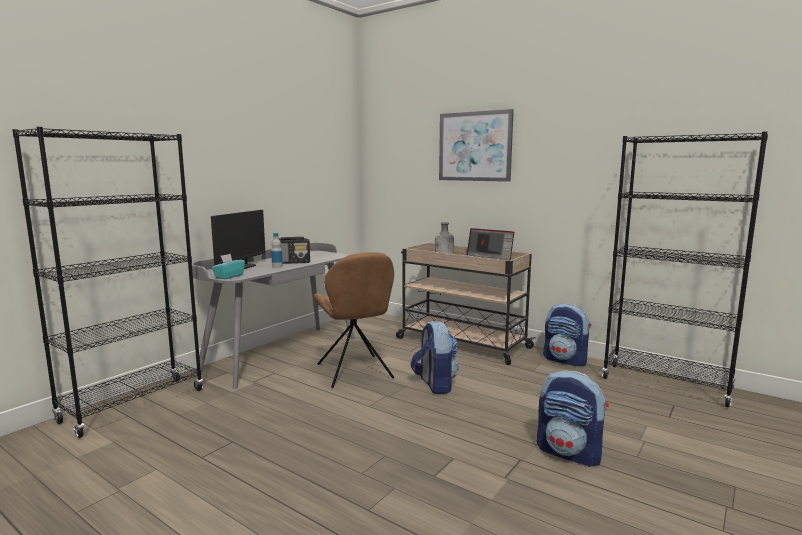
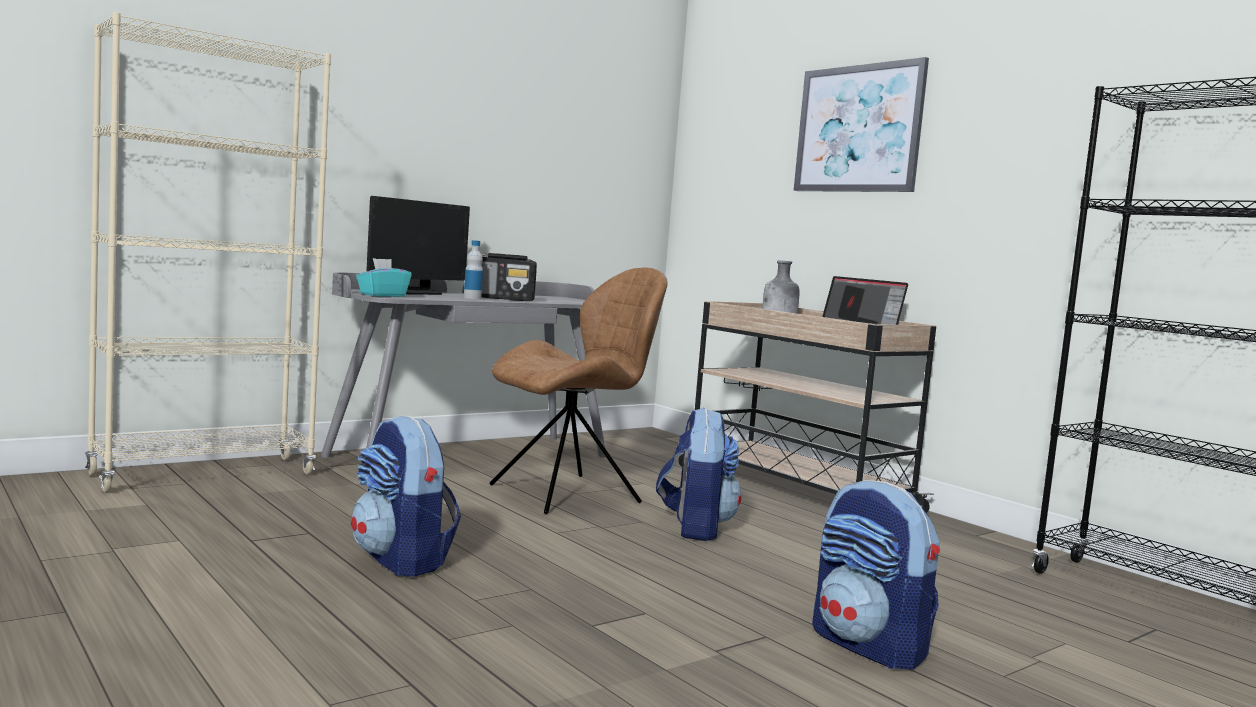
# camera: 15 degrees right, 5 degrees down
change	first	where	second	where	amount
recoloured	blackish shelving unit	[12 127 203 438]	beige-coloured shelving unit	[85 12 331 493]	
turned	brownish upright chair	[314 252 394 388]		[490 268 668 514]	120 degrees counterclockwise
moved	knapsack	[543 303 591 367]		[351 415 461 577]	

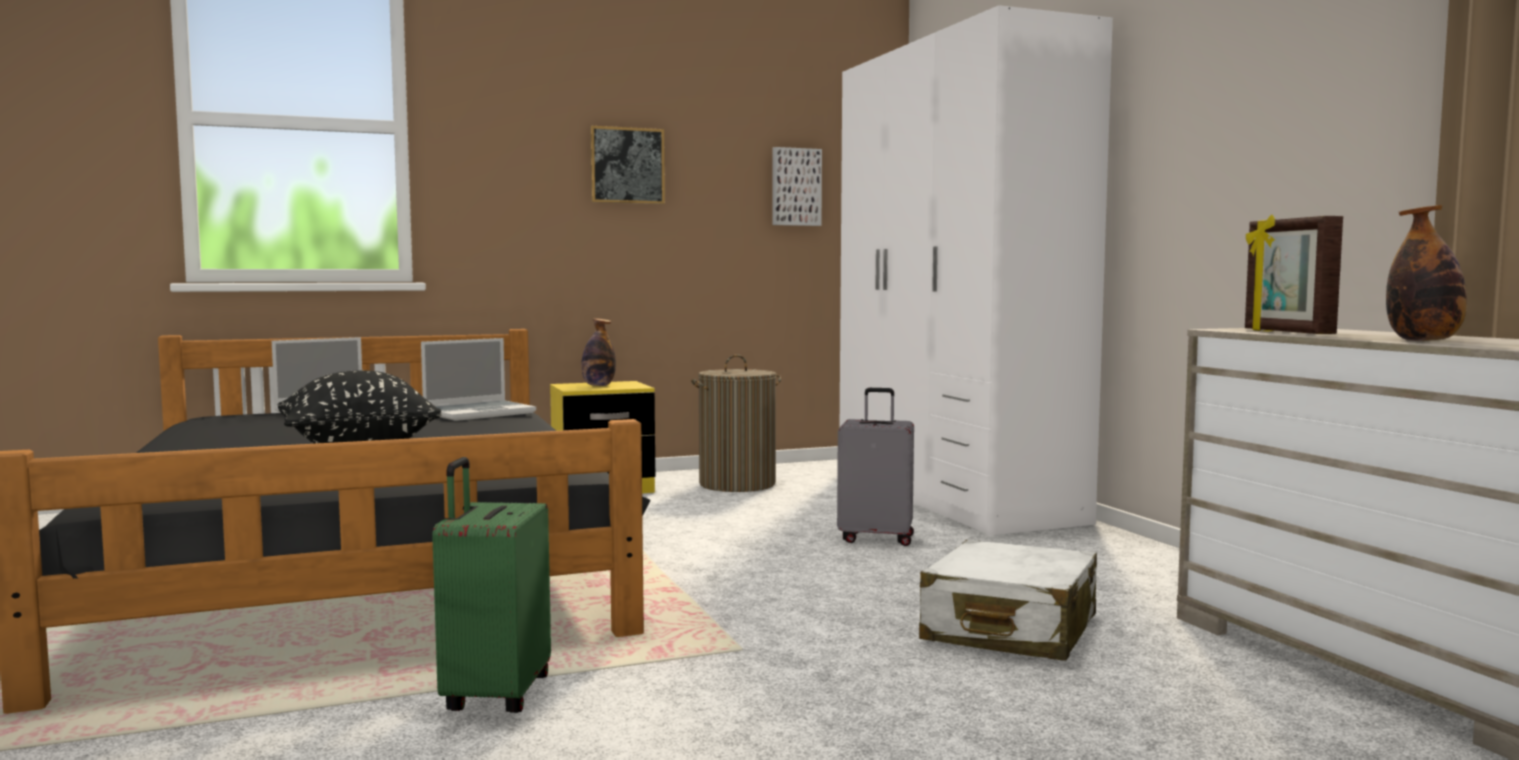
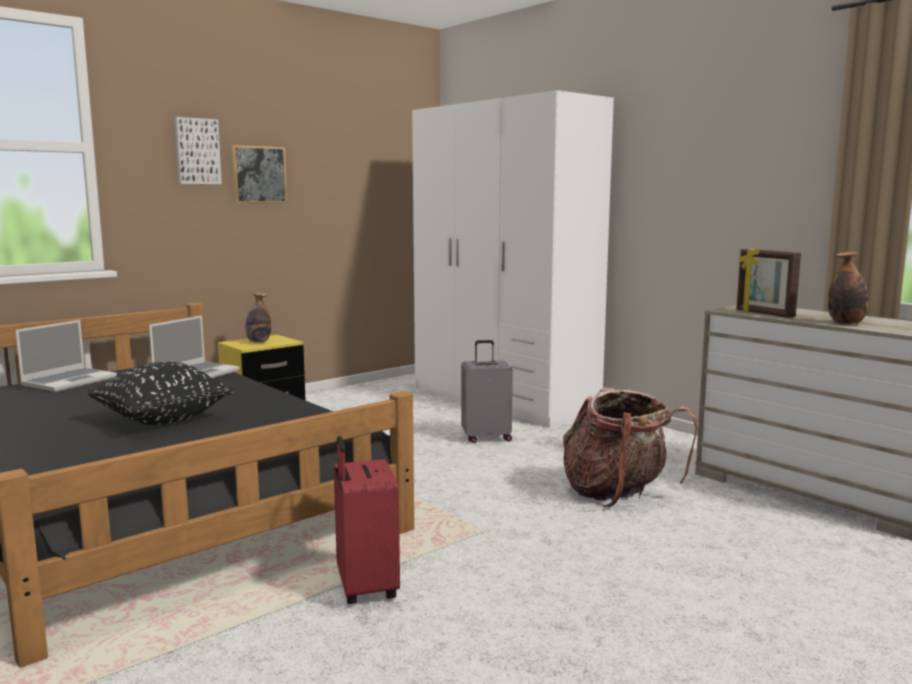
# camera: 20 degrees left, 5 degrees up
change	first	where	second	where	amount
moved	picture	[772 147 822 226]		[174 117 222 184]	
removed	hamper	[691 354 781 492]			
recoloured	green-coloured piece of luggage	[432 457 551 713]	reddish piece of luggage	[334 436 400 604]	
replaced	white-coloured piece of luggage	[919 539 1097 661]	knapsack	[563 387 698 507]	

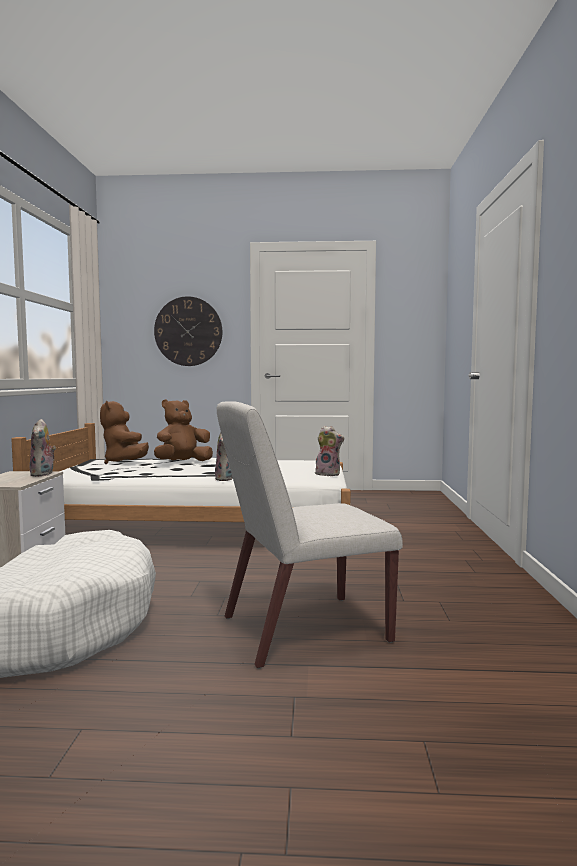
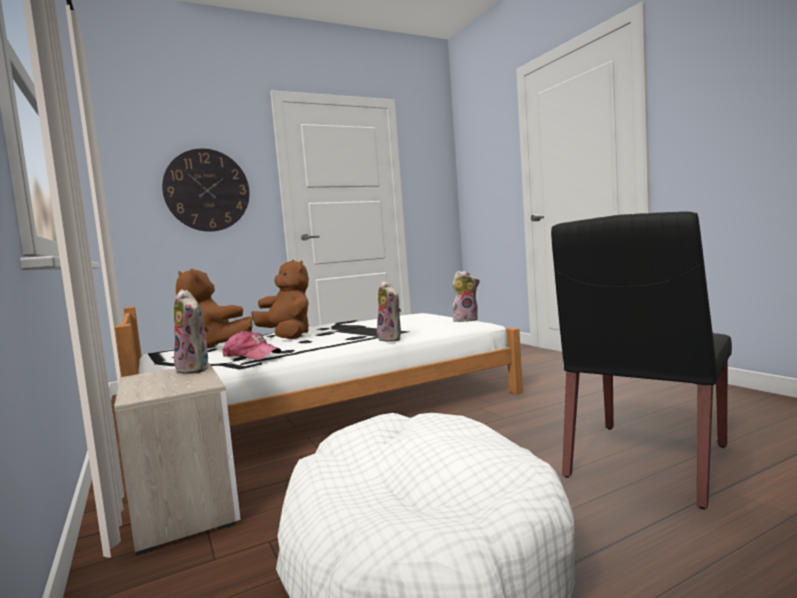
# camera: 30 degrees left, 0 degrees up
change	first	where	second	where	amount
turned	brownish cuddly toy	[154 399 213 461]		[251 260 309 339]	120 degrees clockwise
recoloured	white-coloured upright chair	[217 401 403 669]	blackish upright chair	[551 211 732 509]	
added			baseball cap	[222 331 281 360]	

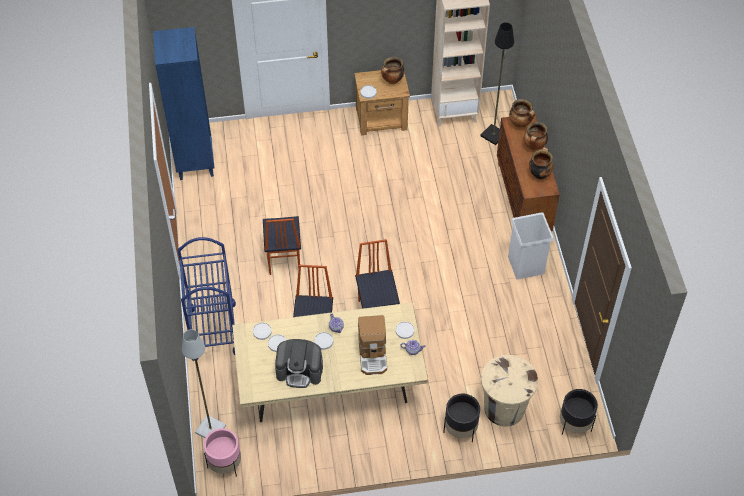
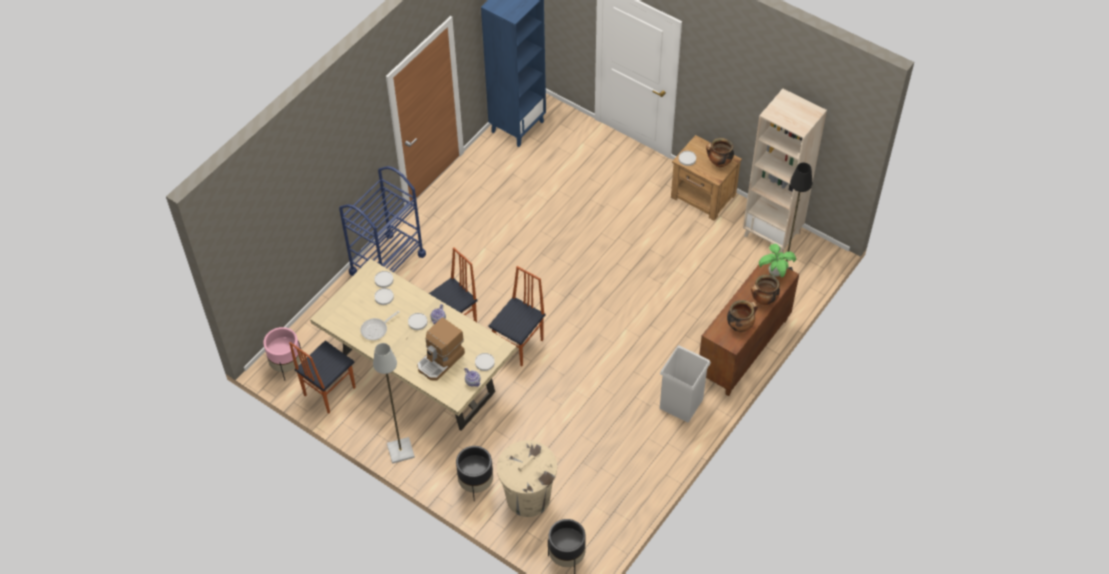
# camera: 45 degrees right, 0 degrees up
change	first	where	second	where	amount
replaced	cooking pot	[509 99 535 128]	plant in a pot	[759 244 796 277]	
moved	upright chair	[263 216 301 275]		[289 340 356 414]	
moved	grey standard lamp	[182 329 226 438]		[373 343 415 464]	
replaced	coffee maker	[275 339 323 388]	pan	[360 311 399 340]	

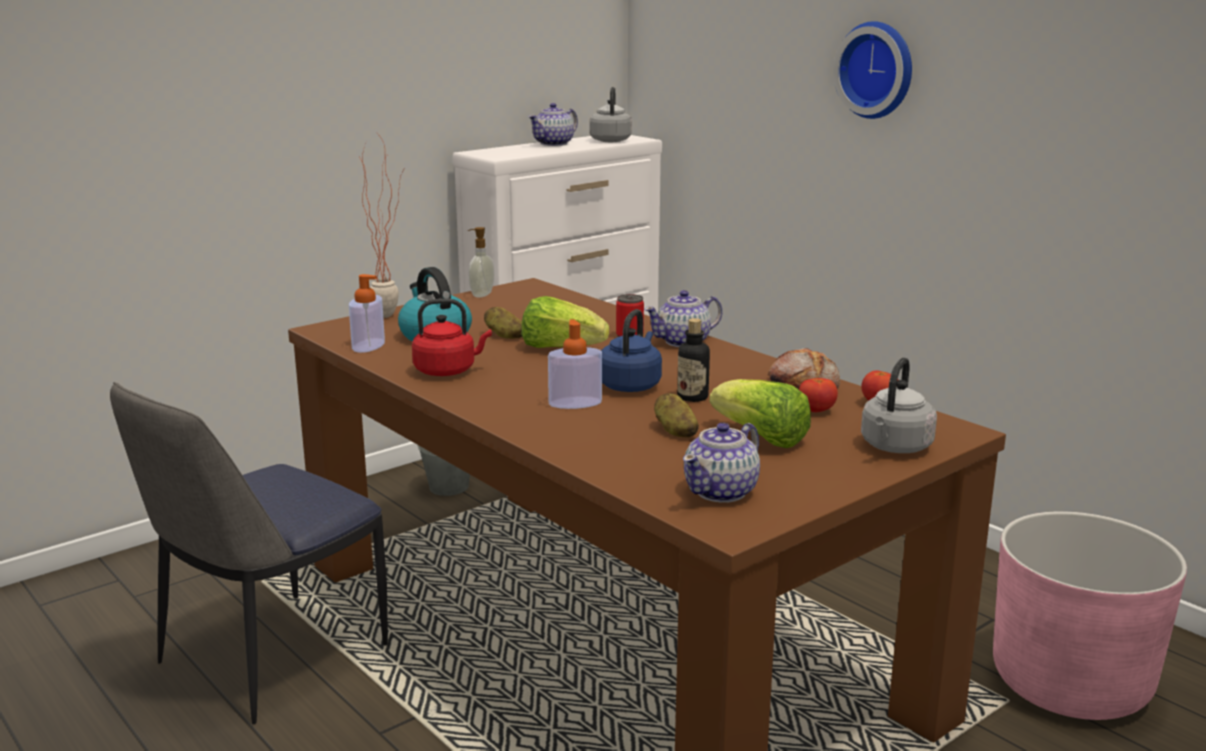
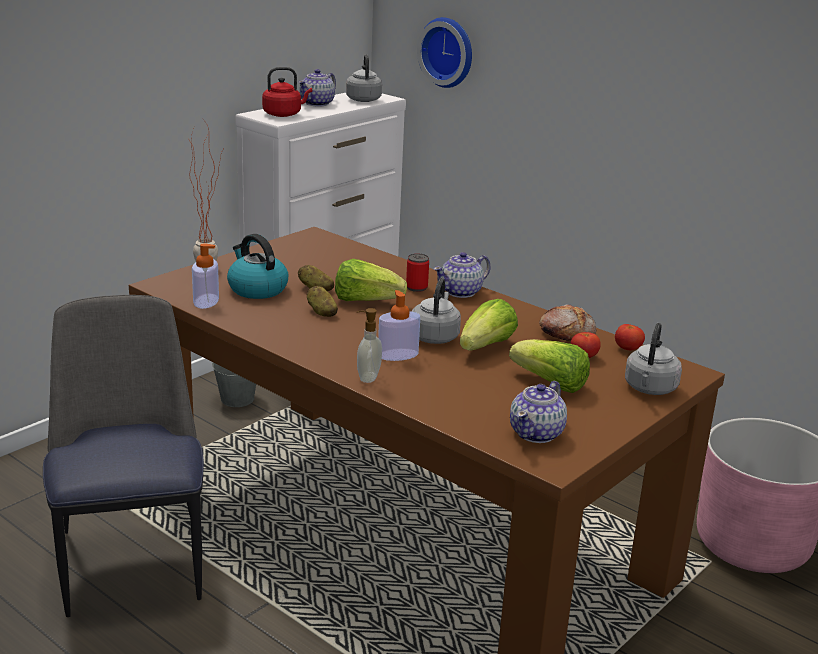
# camera: 10 degrees left, 5 degrees up
change	first	where	second	where	amount
moved	hanging clock	[833 21 912 119]		[417 17 472 88]	
moved	soap bottle	[468 227 494 298]		[357 308 382 383]	
moved	reddish water kettle	[412 299 492 376]		[262 67 312 117]	
recoloured	blue water kettle	[601 309 662 392]	grey water kettle	[412 278 461 344]	
replaced	drink bottle	[677 318 710 402]	head of lettuce	[460 299 518 351]	
turned	upright chair	[110 382 388 724]		[43 295 204 617]	135 degrees clockwise
moved	potato	[654 393 699 438]		[307 286 338 317]	

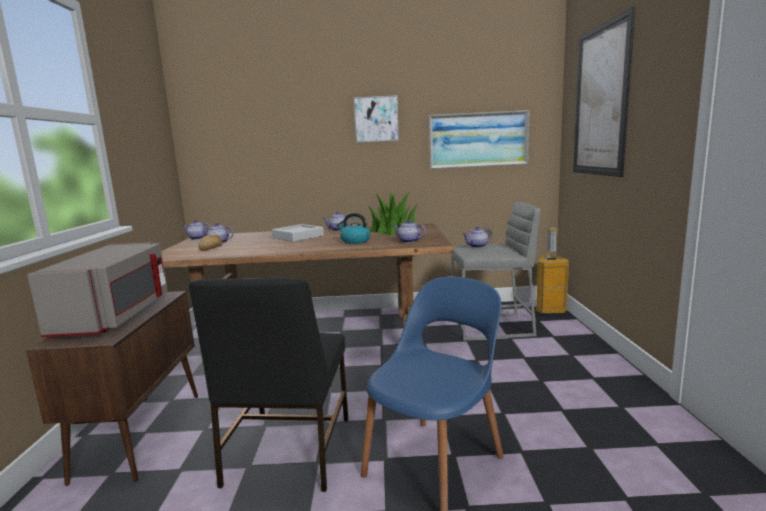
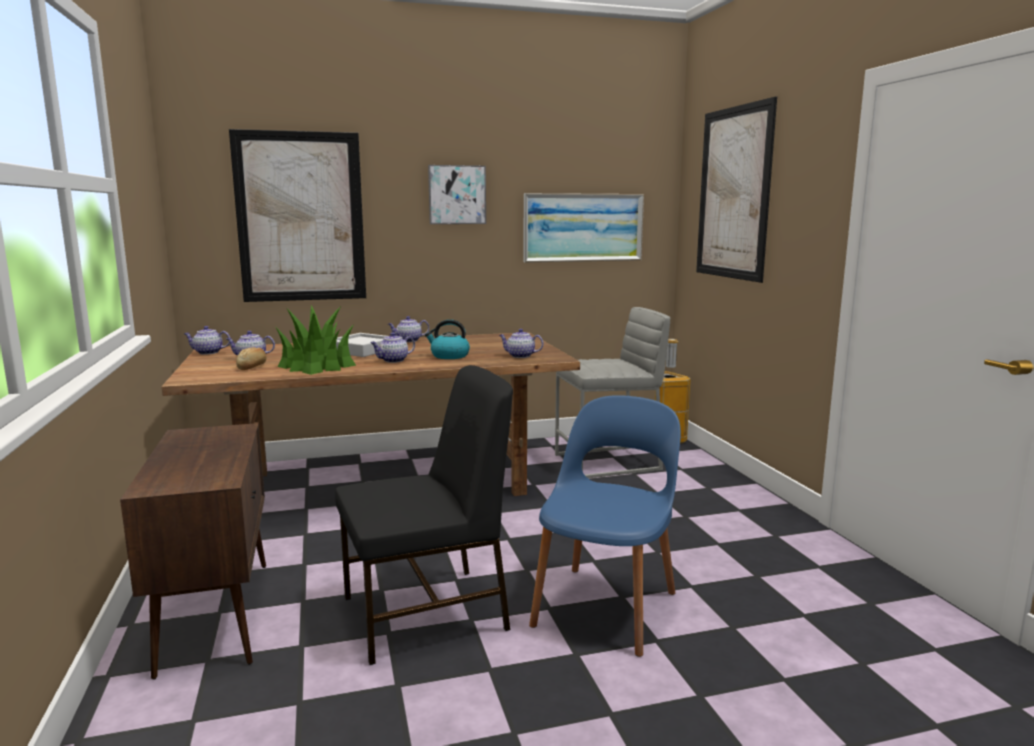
# camera: 15 degrees left, 0 degrees up
change	first	where	second	where	amount
moved	plant in a pot	[369 192 417 236]		[276 305 356 375]	
moved	pot for tea	[463 226 492 248]		[370 333 415 363]	
removed	grey microwave	[27 242 168 337]			
turned	blackish upright chair	[189 278 348 492]		[335 365 513 665]	105 degrees counterclockwise
added			picture	[229 129 366 302]	

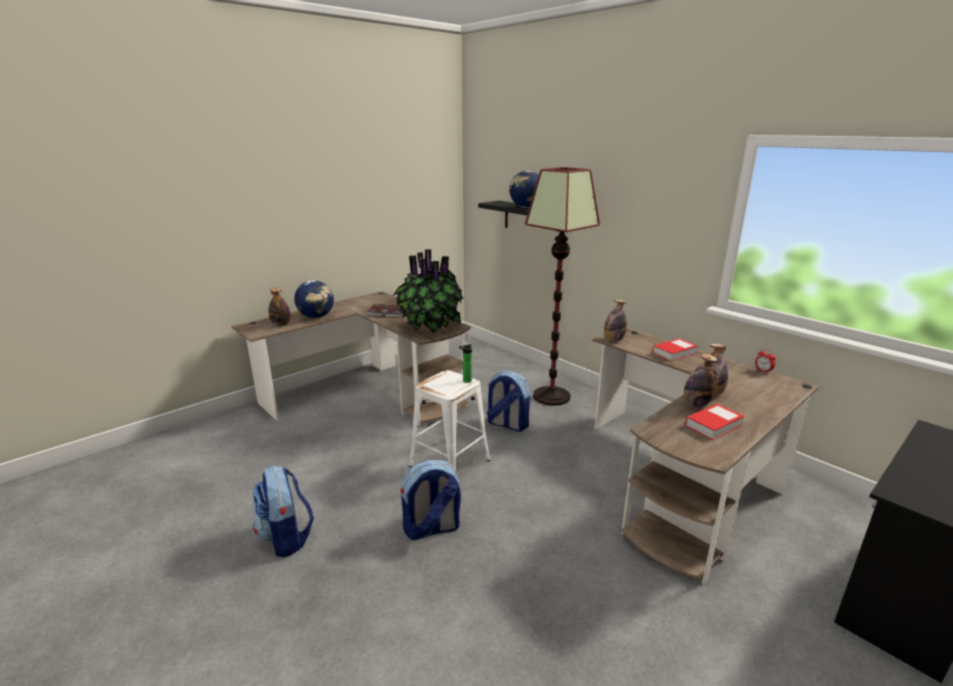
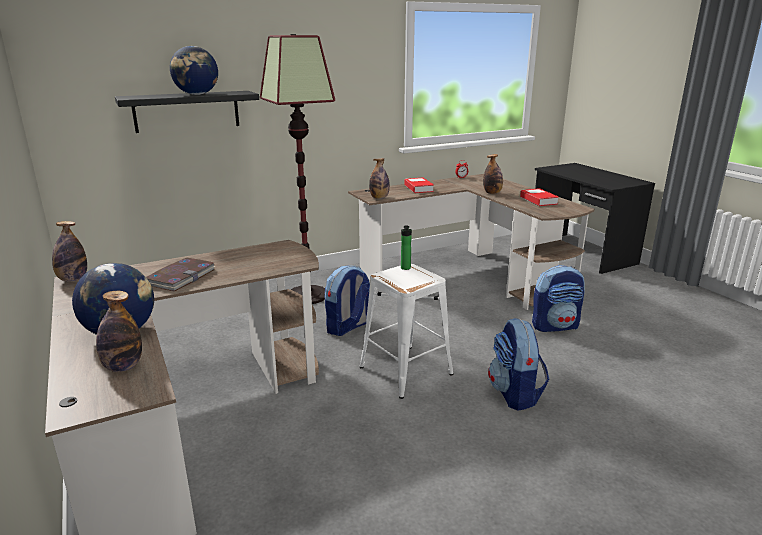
# camera: 75 degrees left, 0 degrees up
change	first	where	second	where	amount
removed	plant in a pot	[393 249 464 333]			
moved	drink bottle	[684 354 717 408]		[52 221 87 282]	
moved	knapsack	[253 465 314 558]		[532 265 585 332]	

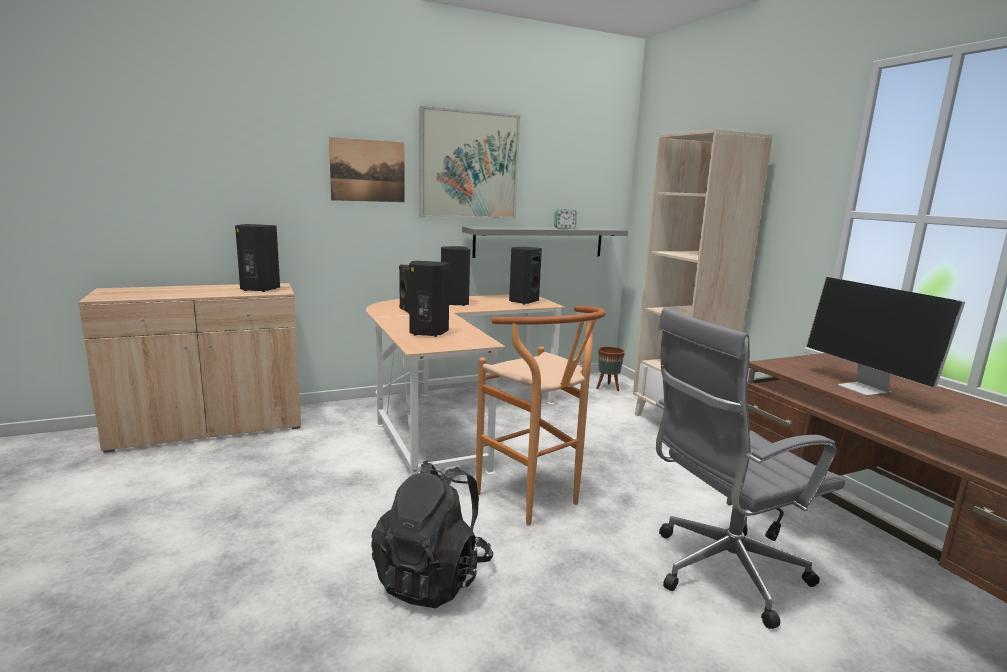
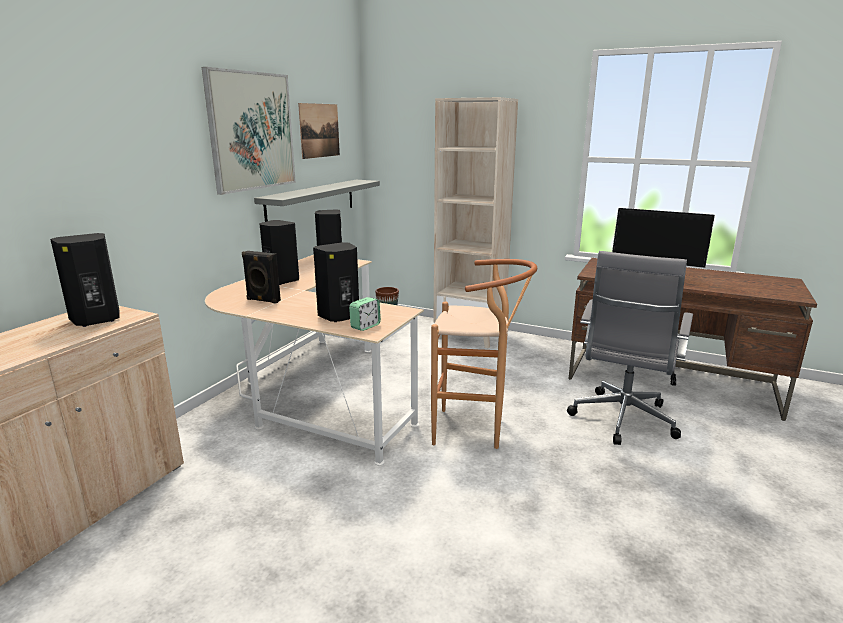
# camera: 40 degrees left, 5 degrees up
change	first	where	second	where	amount
moved	picture	[329 137 405 202]		[298 103 340 159]	
moved	bedside clock	[554 209 577 229]		[349 297 381 331]	
removed	blackish knapsack	[371 460 493 608]			

